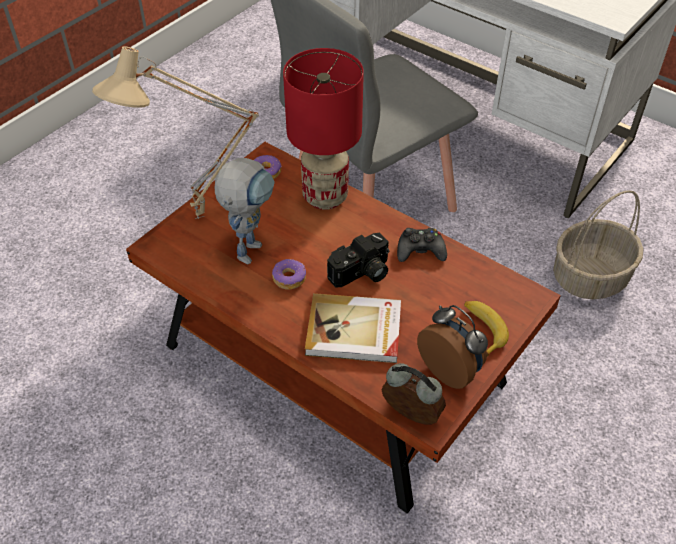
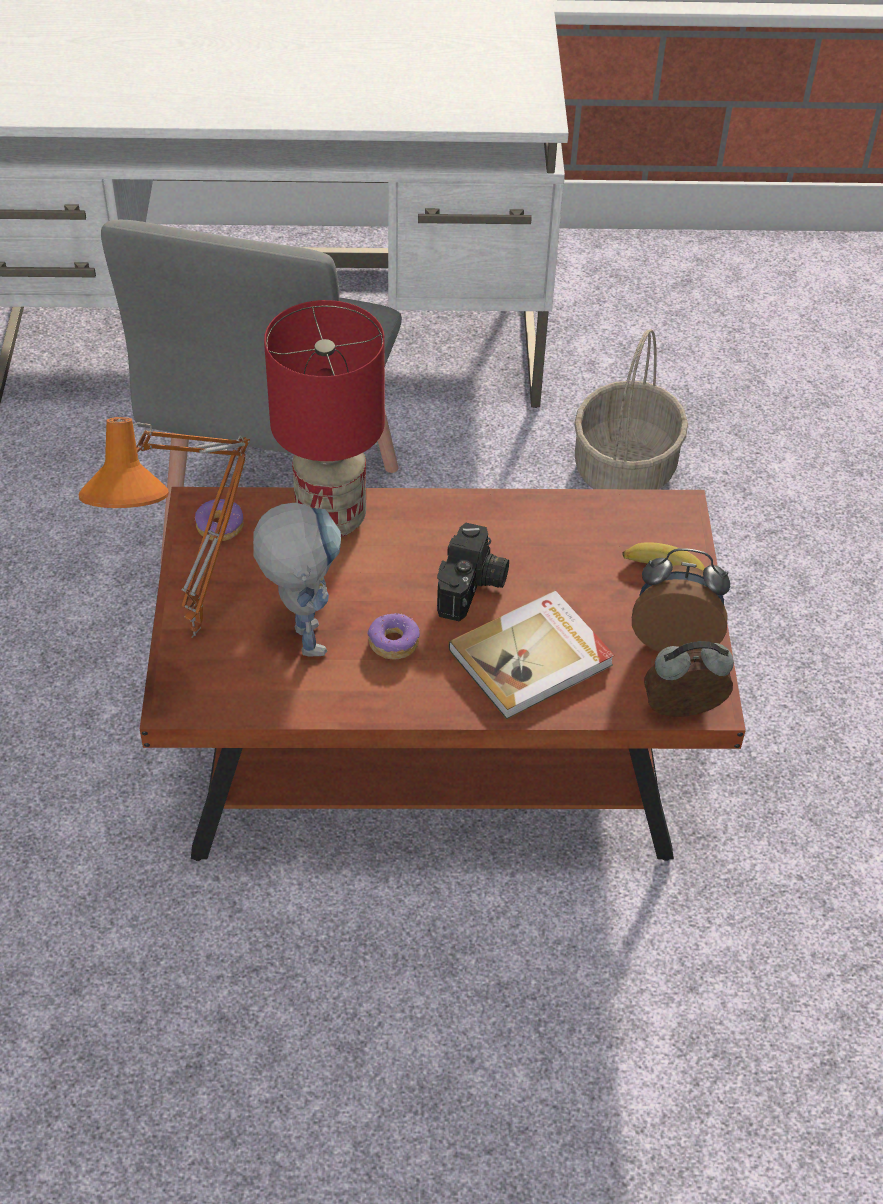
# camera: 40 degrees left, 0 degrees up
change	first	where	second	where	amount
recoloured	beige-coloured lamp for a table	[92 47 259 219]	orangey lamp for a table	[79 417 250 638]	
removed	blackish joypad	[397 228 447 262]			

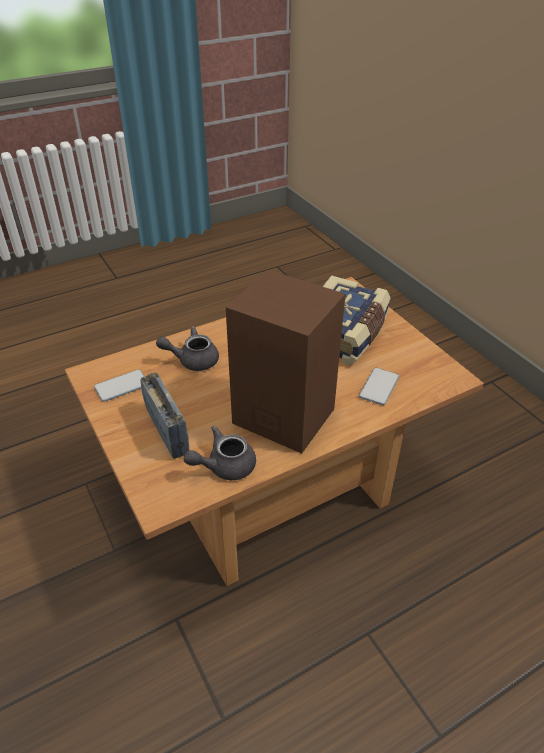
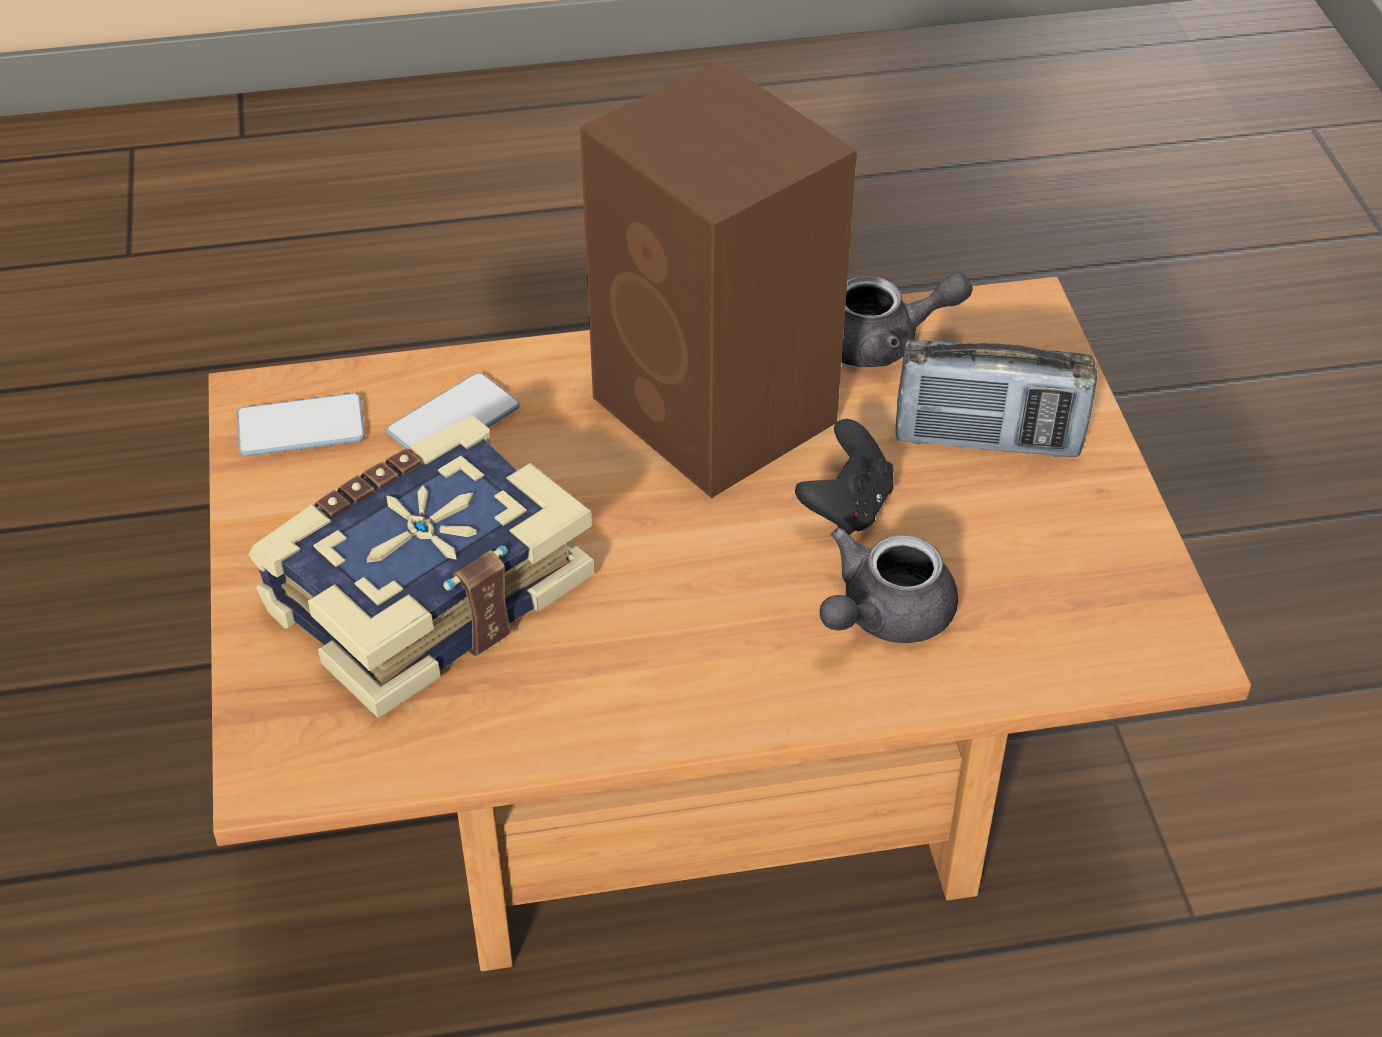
# camera: 160 degrees left, 5 degrees up
change	first	where	second	where	amount
turned	grey pot for tea	[156 326 219 371]		[819 528 958 643]	120 degrees clockwise
moved	phone	[94 370 145 402]		[237 393 365 456]	
turned	radio	[140 373 189 459]		[896 340 1097 457]	75 degrees counterclockwise
added			blackish joypad	[795 419 894 535]	

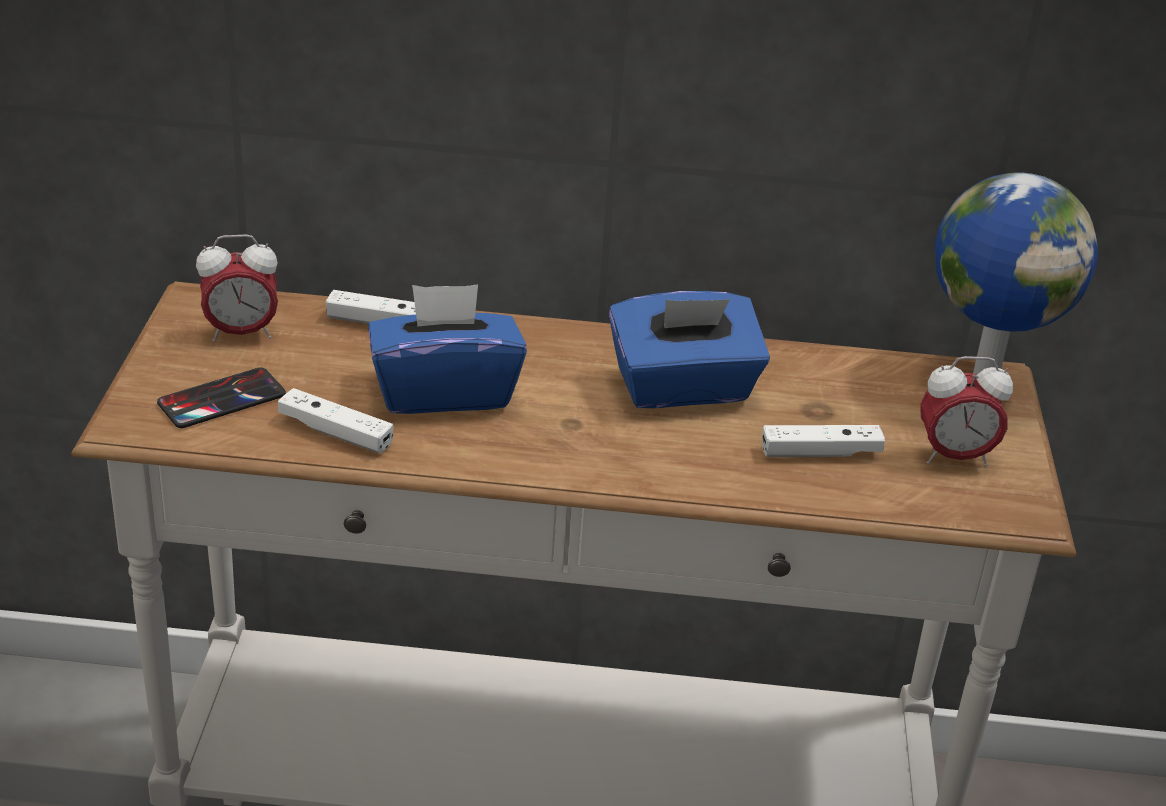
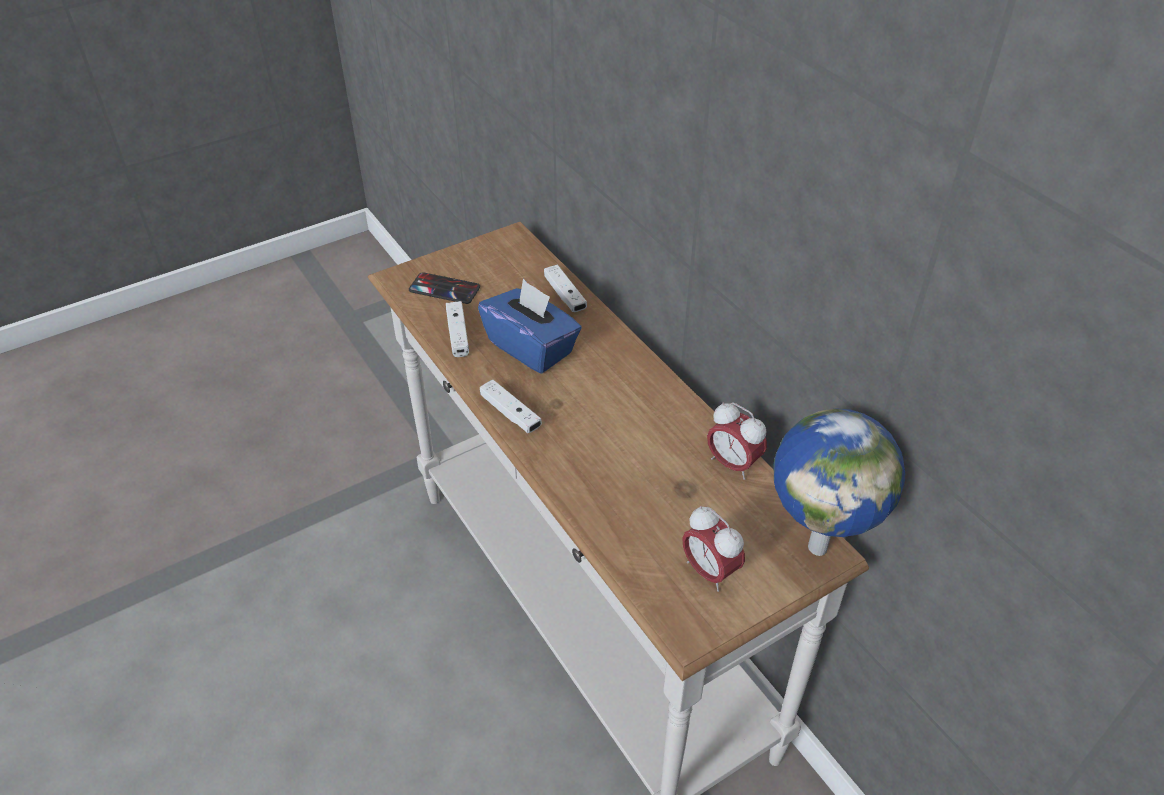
# camera: 55 degrees right, 10 degrees up
change	first	where	second	where	amount
moved	bedside clock	[196 235 278 342]		[707 402 767 480]	
removed	blue tissue holder	[609 291 770 408]			
moved	white-coloured joypad	[762 425 885 457]		[480 380 542 433]	

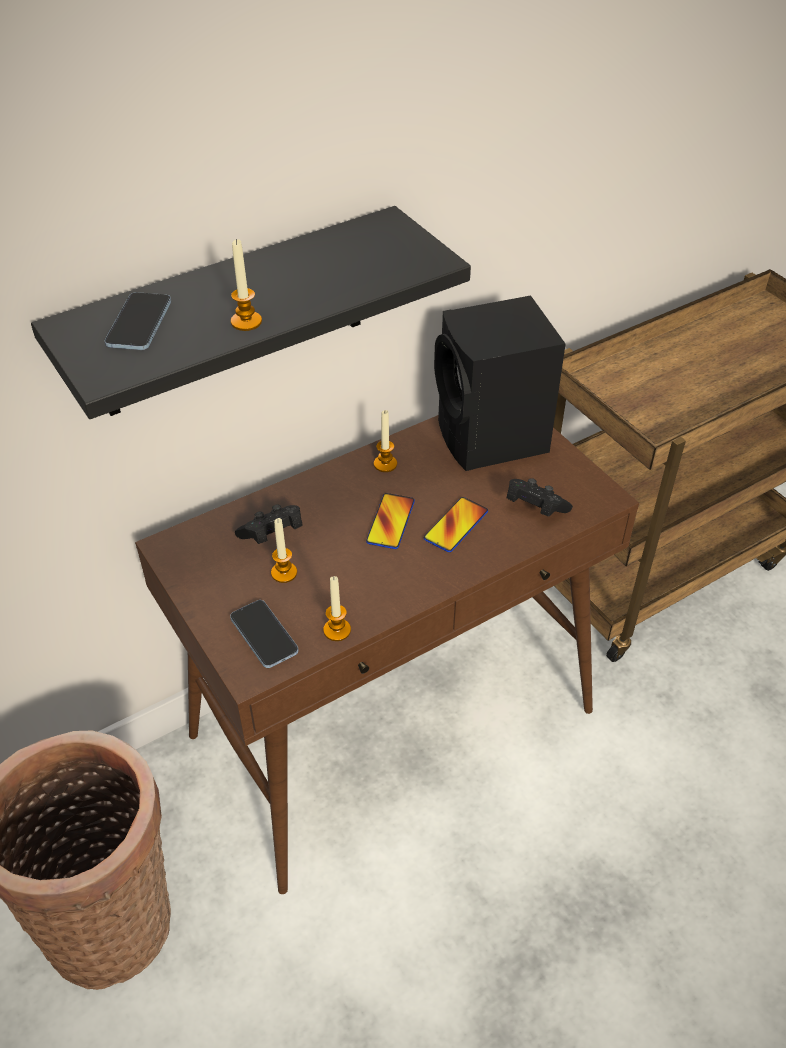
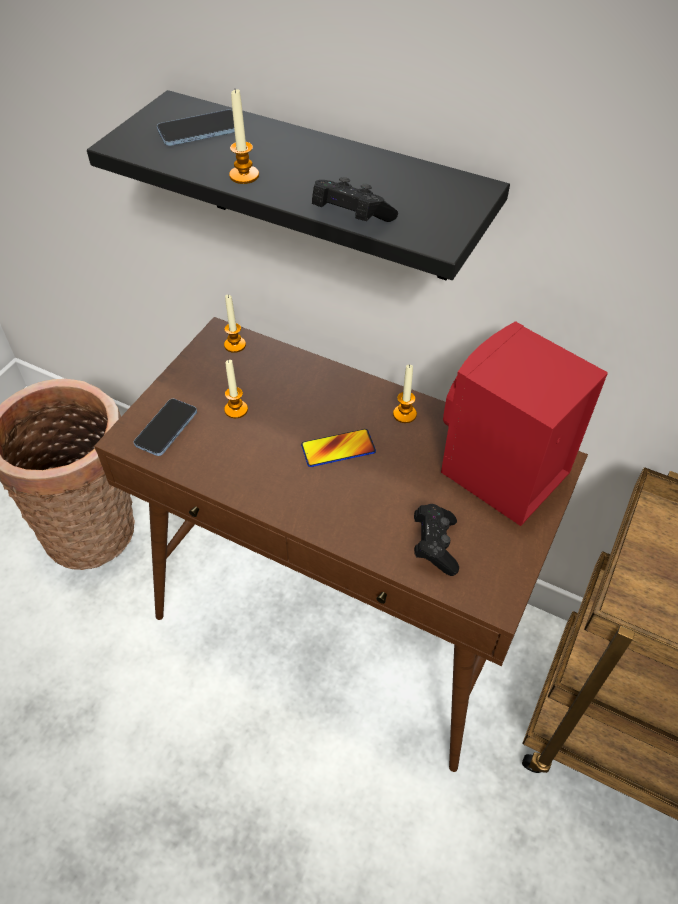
# camera: 60 degrees right, 5 degrees up
change	first	where	second	where	amount
recoloured	blackish speaker	[434 296 566 471]	reddish speaker	[441 321 608 526]	
removed	phone	[424 497 488 552]			
moved	blackish joypad	[235 505 303 544]		[312 177 398 222]	
moved	wax light	[323 576 351 641]		[224 295 246 353]	

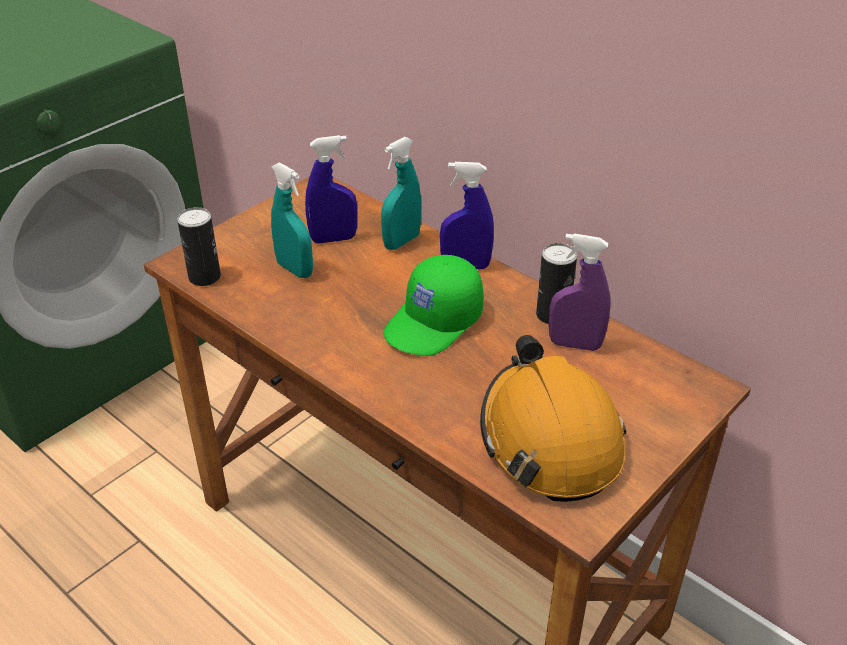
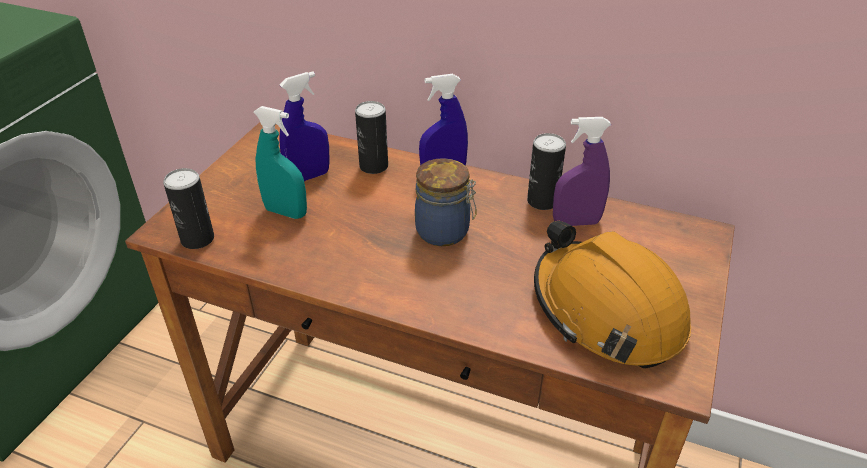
# camera: 20 degrees left, 0 degrees up
change	first	where	second	where	amount
replaced	turquoise-coloured sprayer	[381 137 421 250]	can	[355 101 388 174]	
replaced	green-coloured baseball cap	[383 255 483 356]	storage jar	[415 158 476 246]	

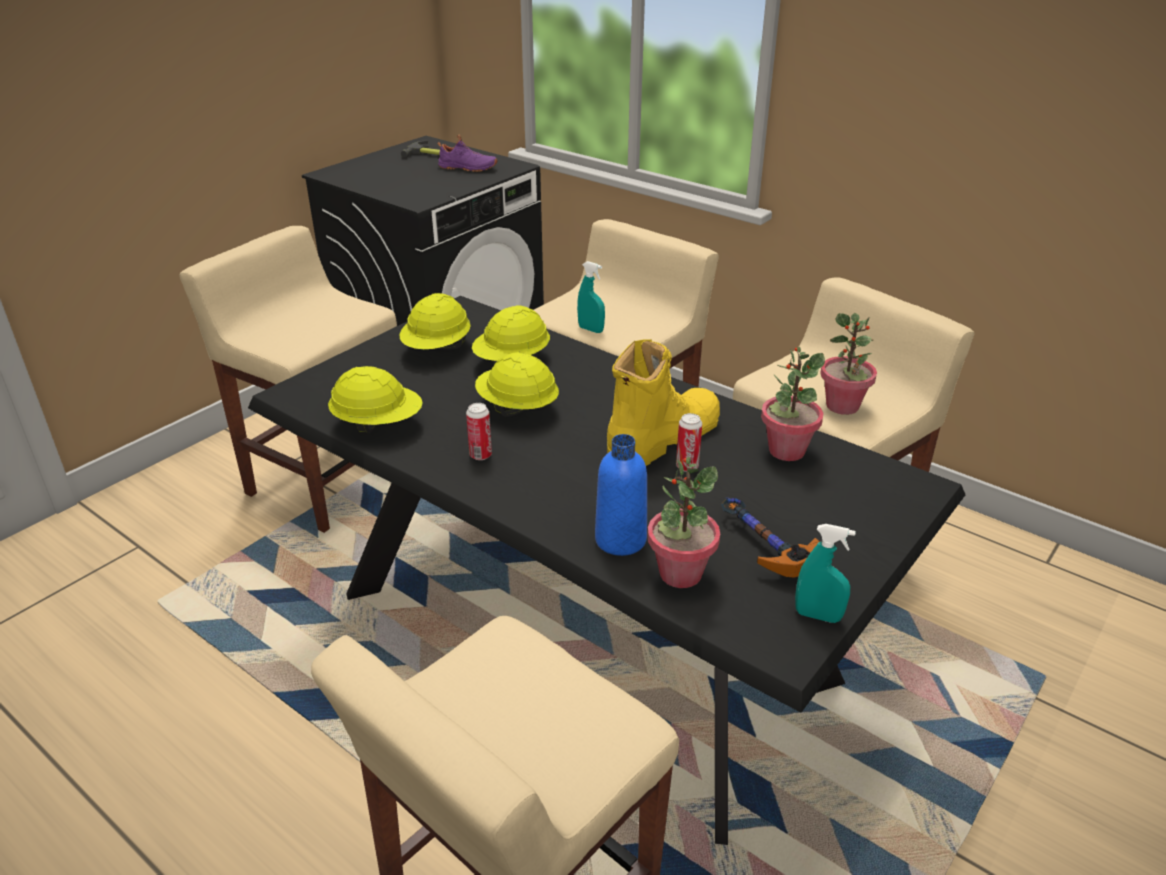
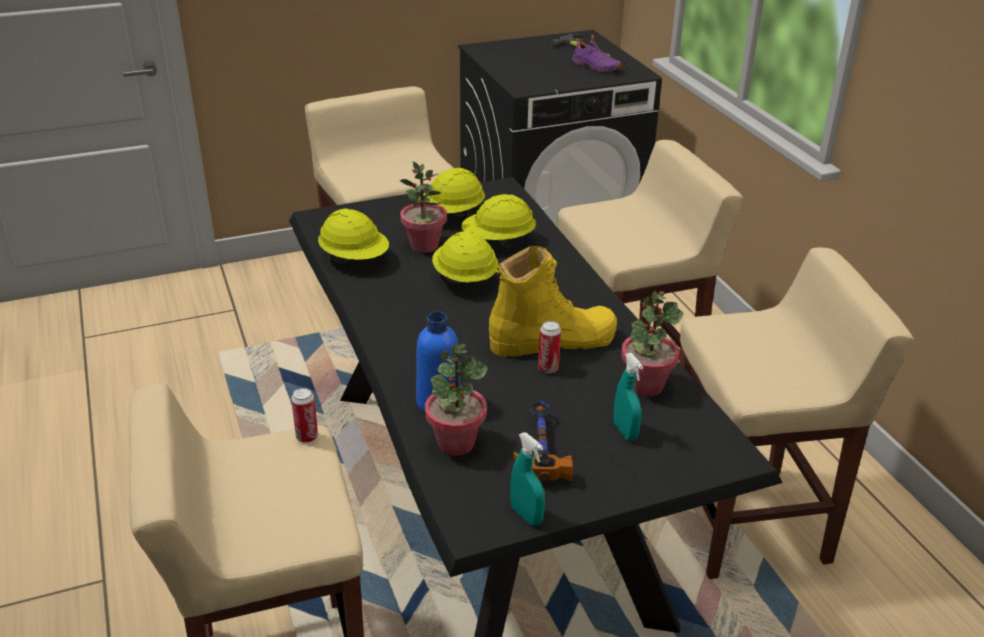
# camera: 30 degrees right, 0 degrees up
change	first	where	second	where	amount
moved	turquoise-coloured sprayer	[577 261 605 333]		[613 353 643 441]	
moved	plant in a pot	[820 313 877 415]		[400 161 447 253]	
moved	can	[466 403 492 460]		[291 388 318 443]	

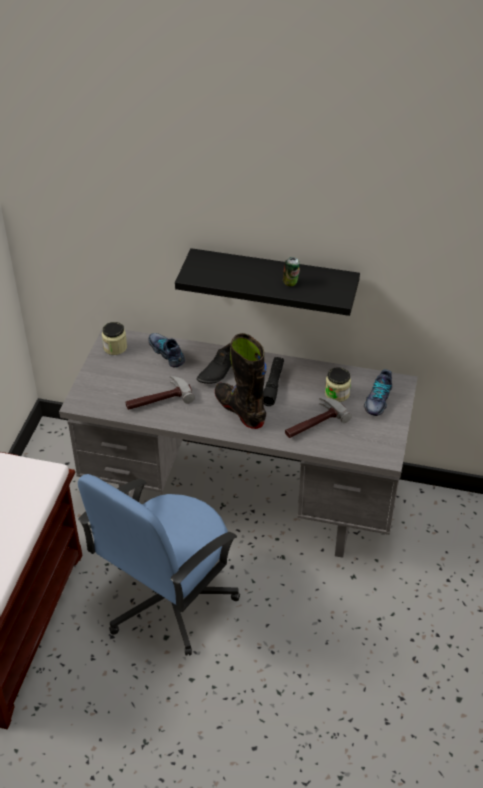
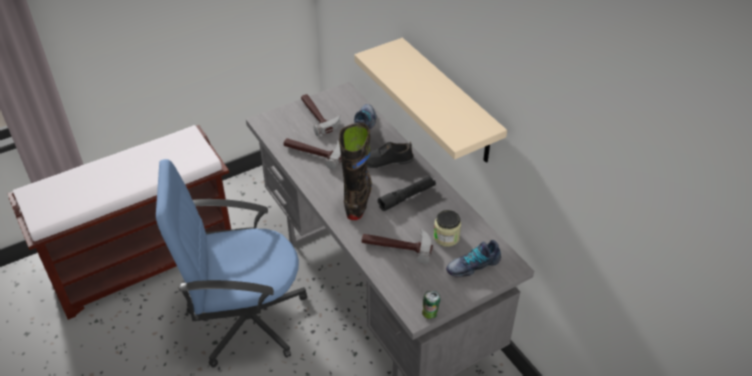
# camera: 45 degrees right, 0 degrees up
change	first	where	second	where	amount
recoloured	blackish bracket shelf	[175 248 360 316]	beige-coloured bracket shelf	[354 38 507 163]	
moved	can	[283 257 300 286]		[422 291 440 319]	
removed	storage jar	[102 322 127 355]			
added			hammer	[301 94 341 136]	

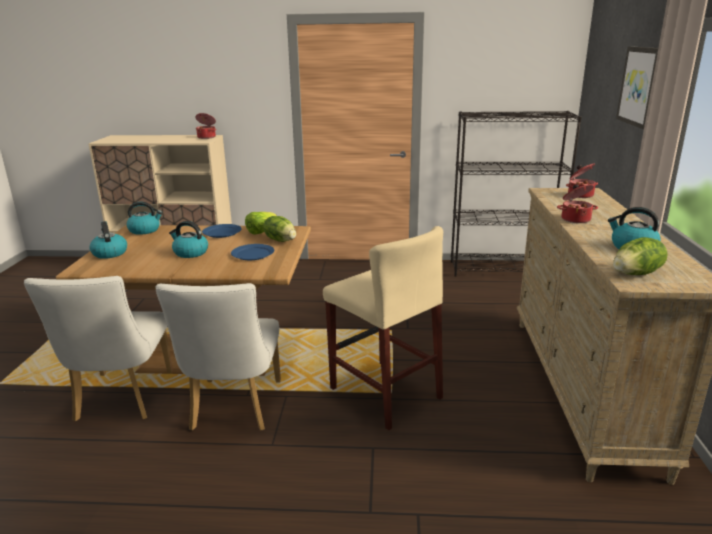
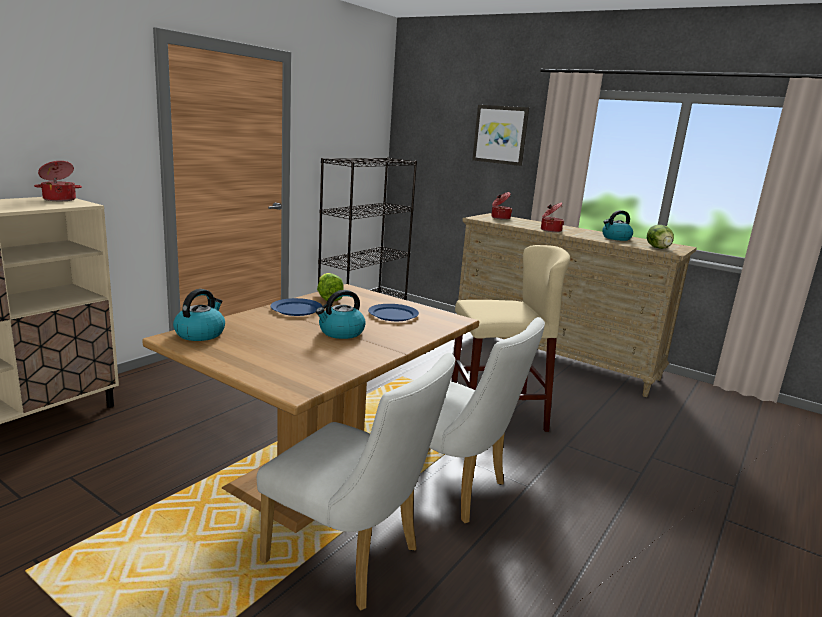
# camera: 60 degrees left, 5 degrees down
change	first	where	second	where	amount
removed	head of lettuce	[263 216 296 242]			
removed	water kettle	[89 221 127 259]			

